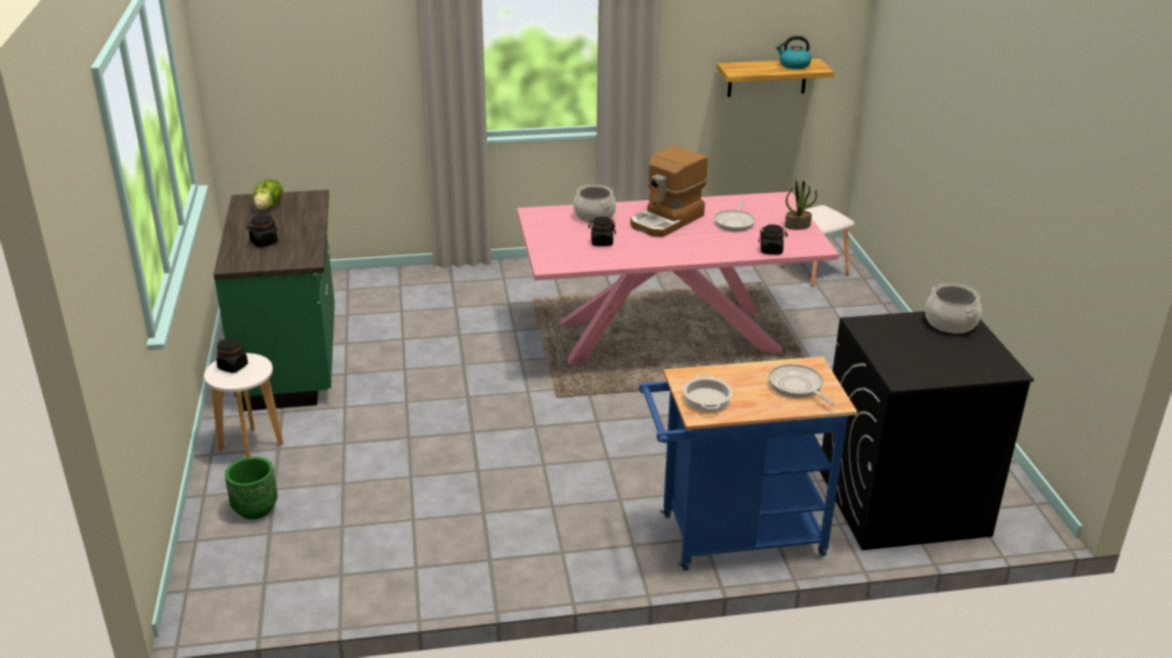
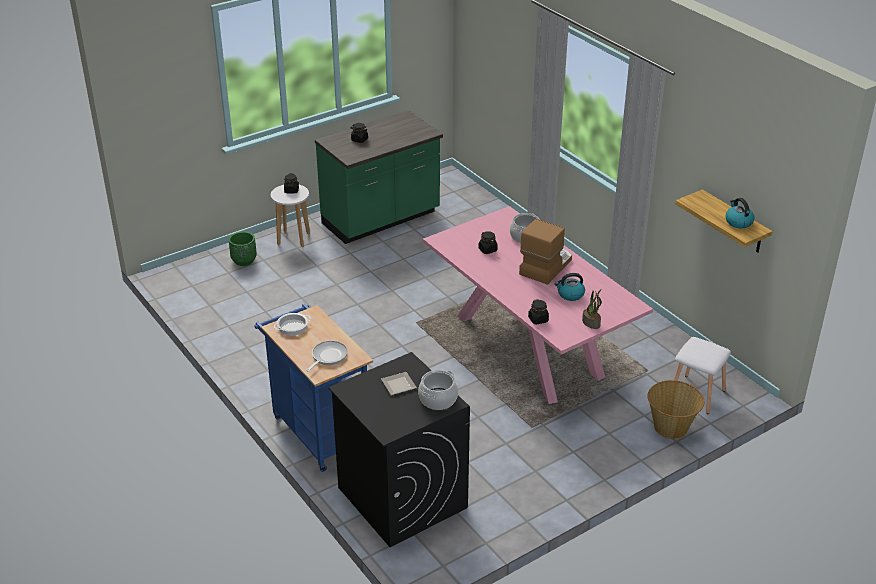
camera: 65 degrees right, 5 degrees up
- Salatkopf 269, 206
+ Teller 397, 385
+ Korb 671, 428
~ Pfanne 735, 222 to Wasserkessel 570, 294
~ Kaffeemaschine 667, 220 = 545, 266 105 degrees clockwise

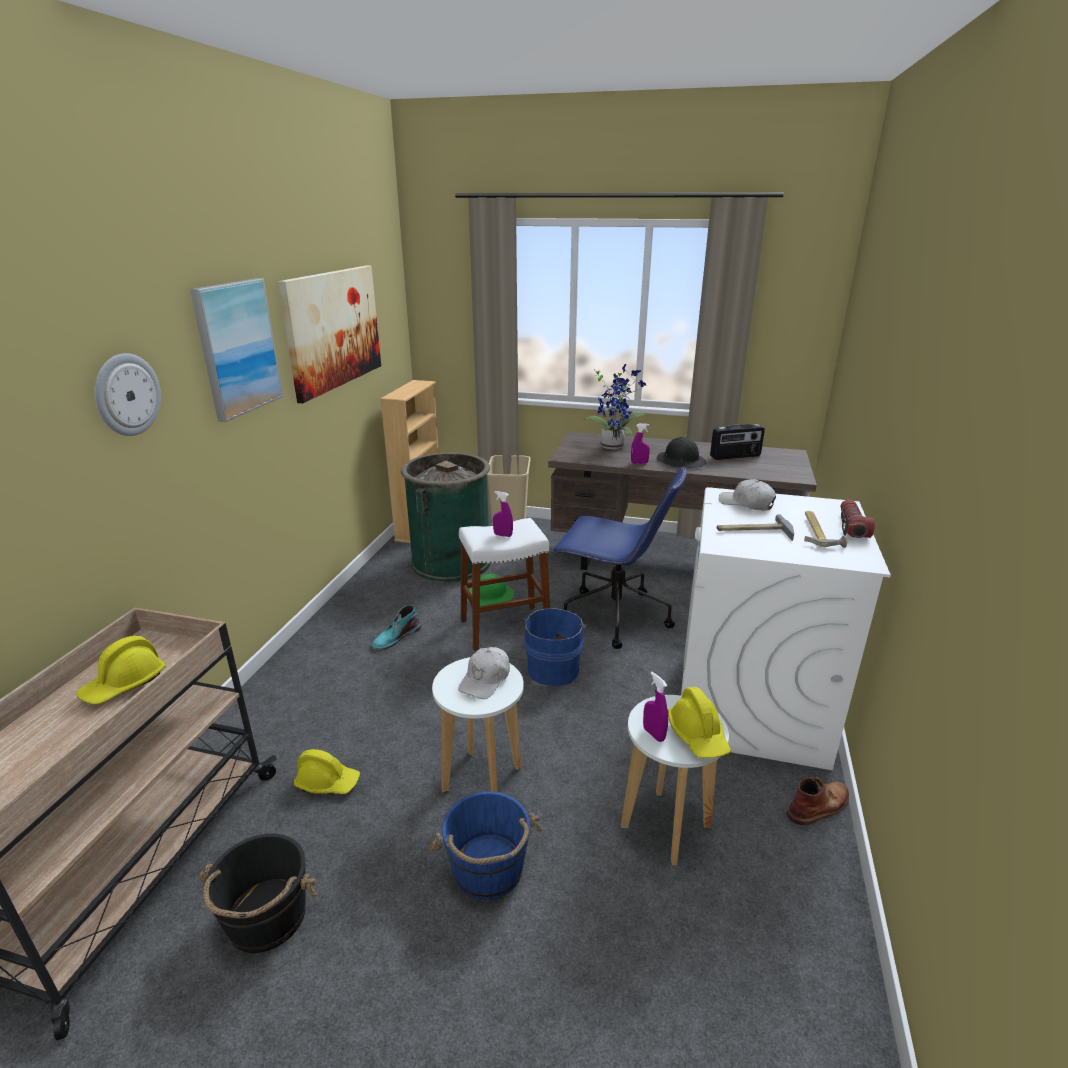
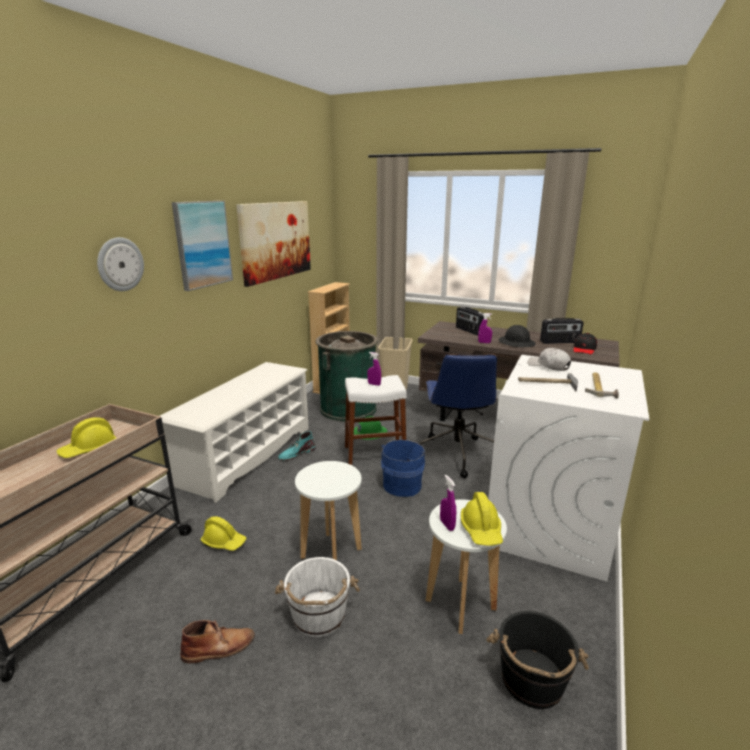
camera: 10 degrees right, 5 degrees down
- Kappe (weiß) 485, 679
- Taschenlampe 851, 527
+ Schuhregal (weiß) 247, 455
+ Kappe (schwarz) 584, 349
~ Eimer (schwarz) 266, 918 to 531, 681
~ Stiefel (braun) 819, 806 to 219, 648
~ Topfpflanze 613, 445 to Radio 469, 331
~ Eimer (blau) 488, 870 to Eimer (weiß) 318, 616
~ Bürostuhl (blau) 613, 616 = 456, 454 60 degrees clockwise

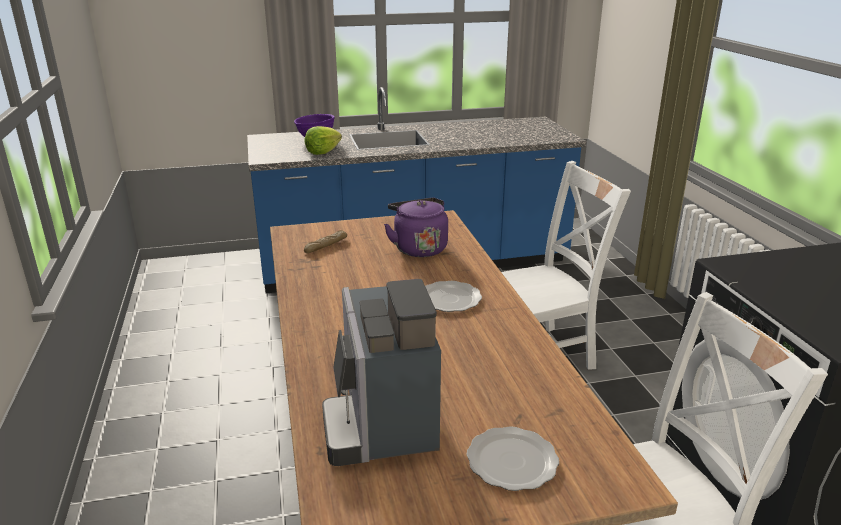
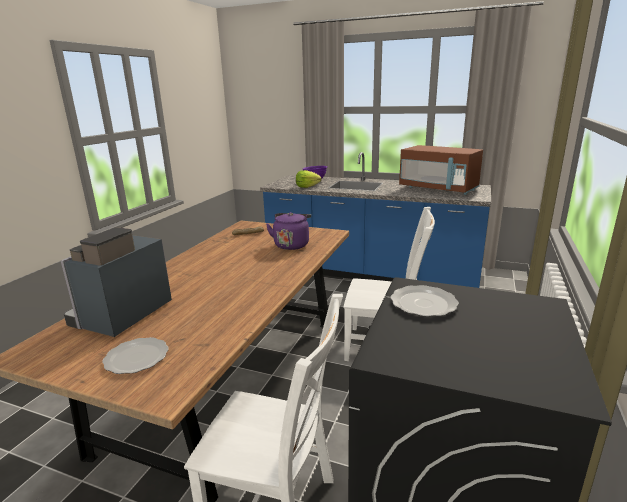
camera: 35 degrees right, 5 degrees down
+ Mikrowelle (braun) 438, 189
~ Teller 449, 299 to 422, 303

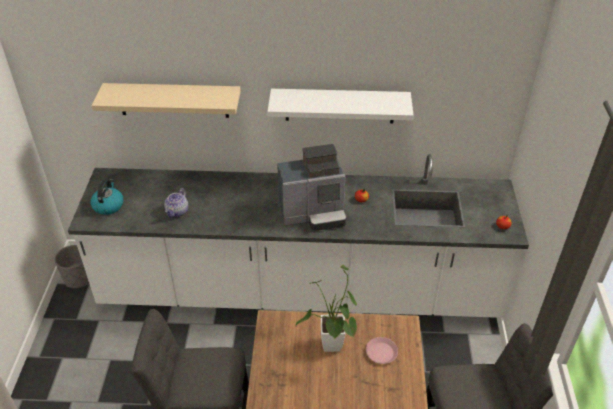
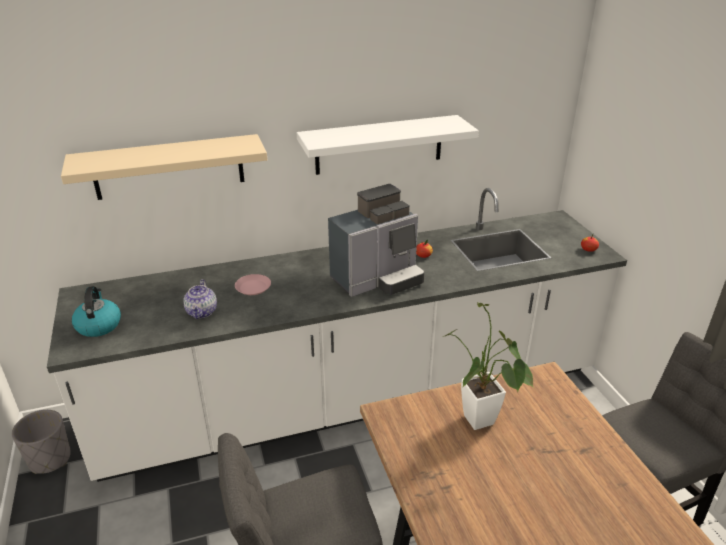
camera: 20 degrees left, 10 degrees down
~ Teller (rosa) 381, 352 to 253, 287

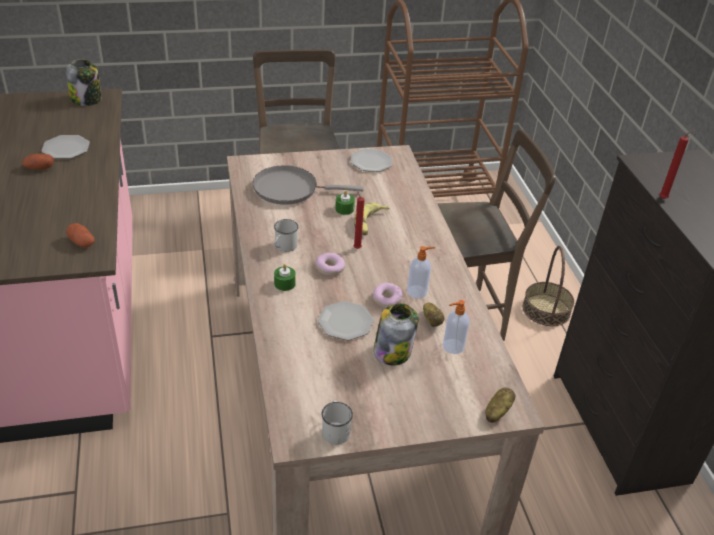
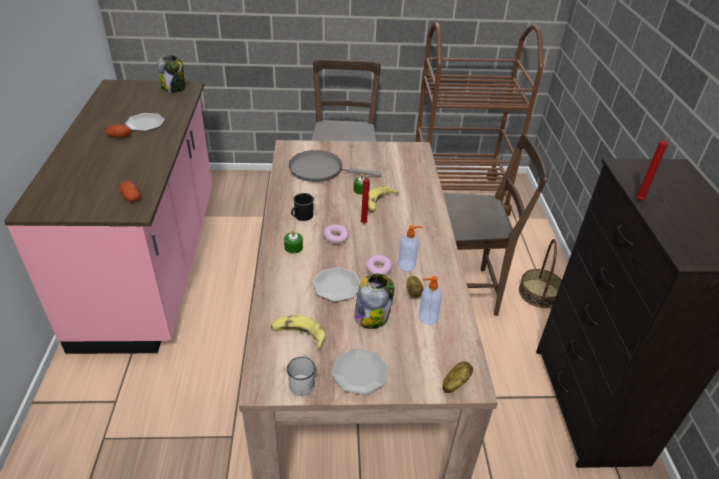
camera: 10 degrees right, 0 degrees up
+ Banane 298, 335
~ Teller 371, 162 to 359, 372
~ Henkelbecher (weiß) 284, 247 to Henkelbecher (schwarz) 301, 217

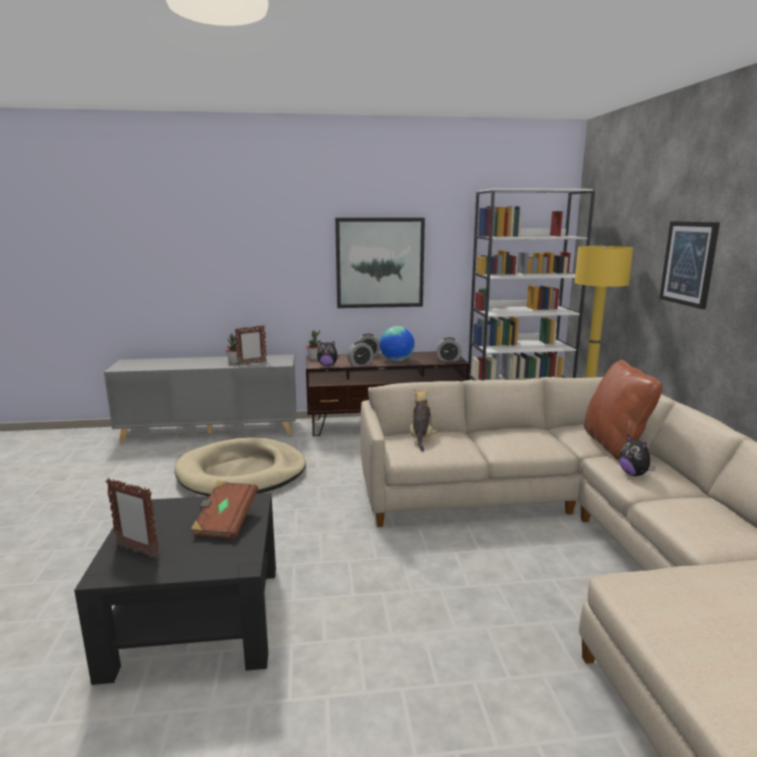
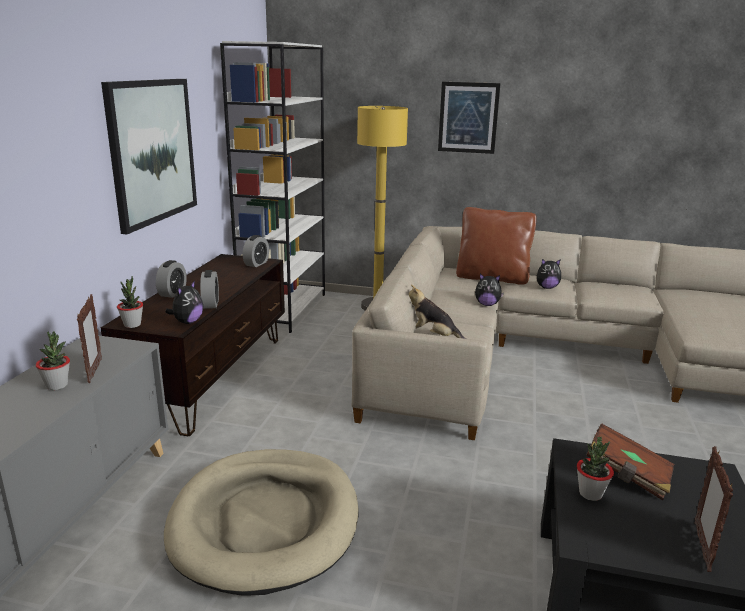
camera: 70 degrees left, 5 degrees up
- Globus 397, 360
+ Plüschtier 487, 304
+ Topfpflanze 590, 494
~ Bilderrahmen 137, 550 = 702, 546 150 degrees clockwise

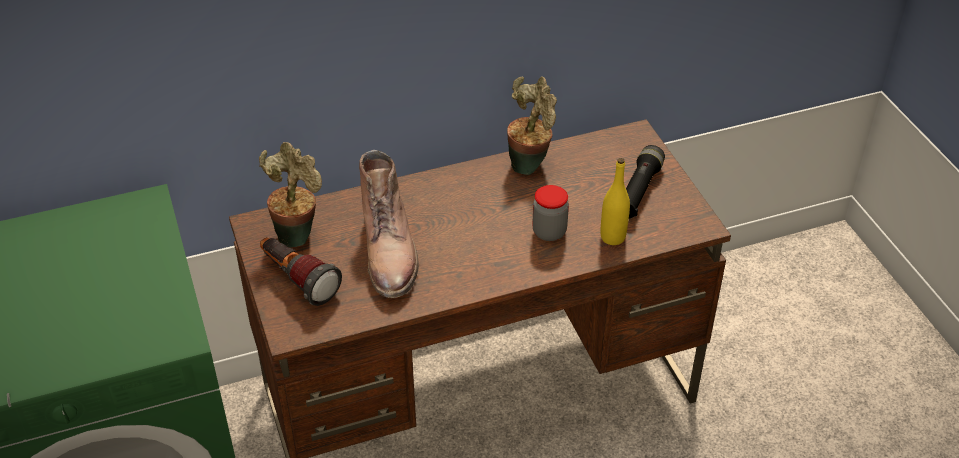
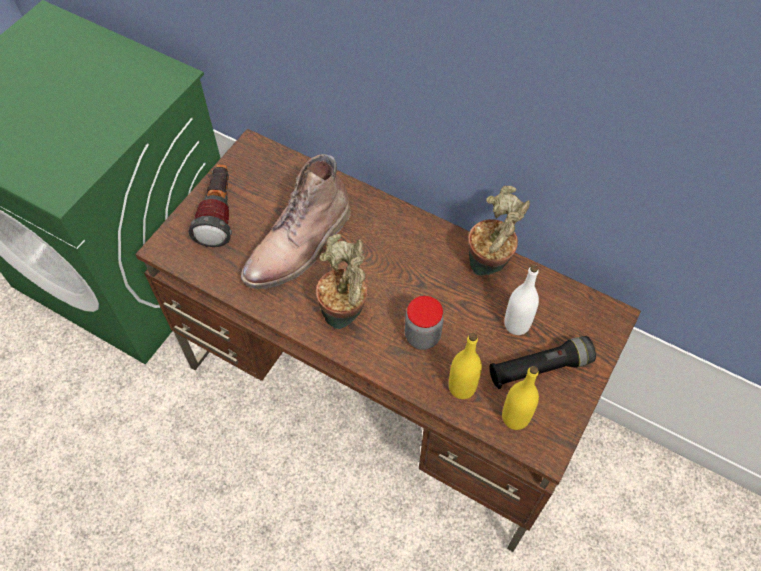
camera: 50 degrees right, 15 degrees up
+ Flasche (gelb) 515, 417
+ Flasche (weiß) 516, 324
~ Topfpflanze 297, 233 to 345, 314

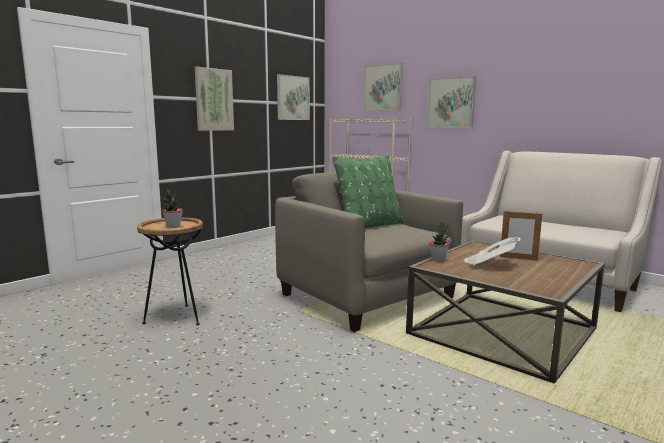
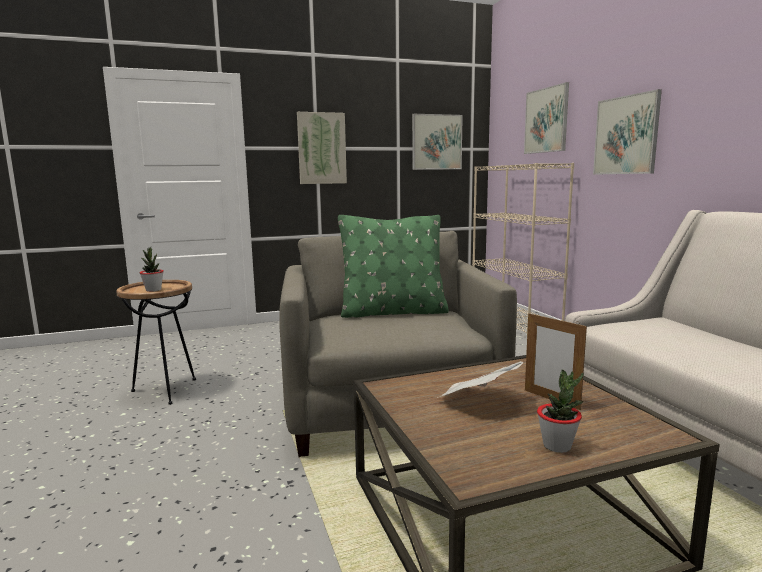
camera: 30 degrees right, 0 degrees up
~ Topfpflanze 438, 259 to 557, 446

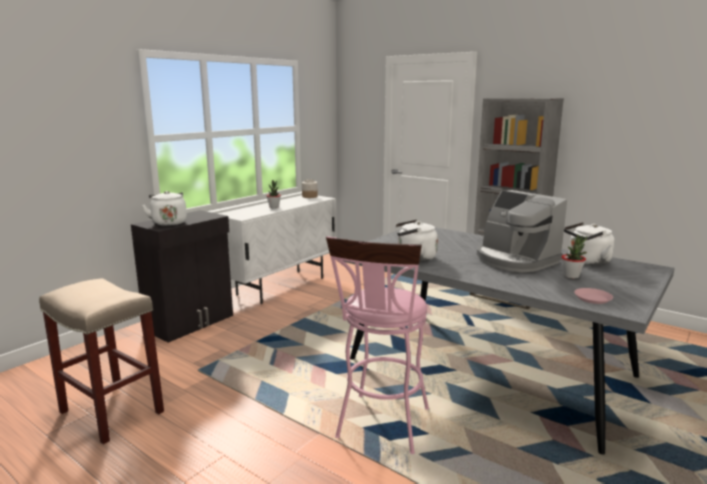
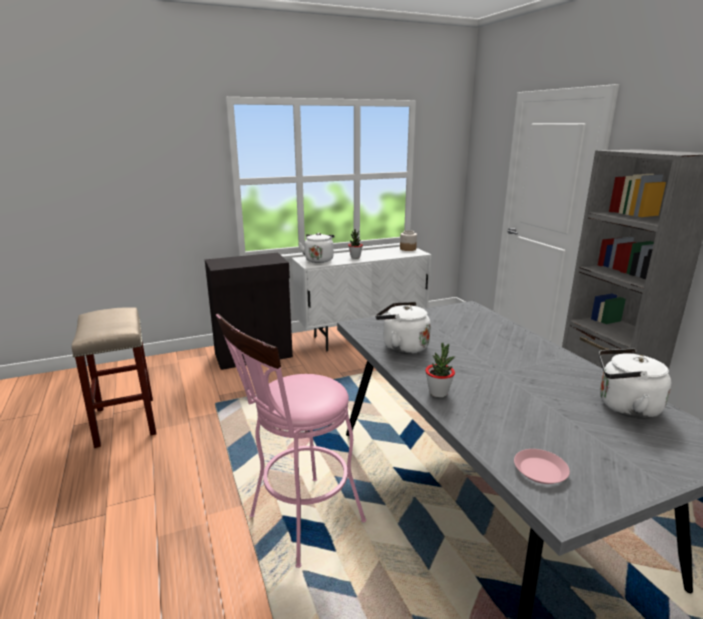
camera: 30 degrees right, 5 degrees up
- Kaffeemaschine 515, 260
~ Wasserkessel (weiß) 169, 222 to 319, 260
~ Topfpflanze 571, 276 to 438, 393

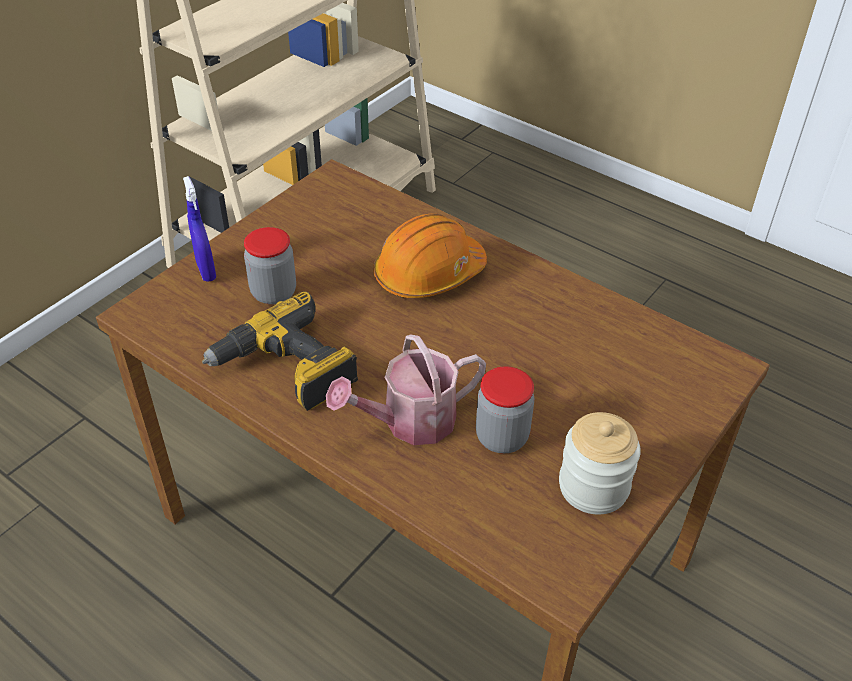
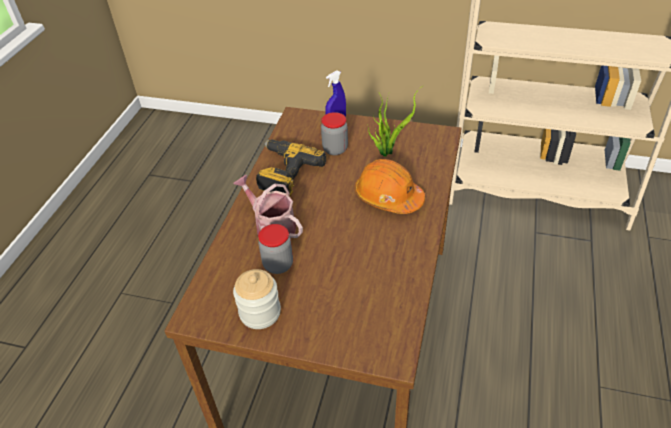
camera: 70 degrees right, 0 degrees up
+ Topfpflanze 387, 151

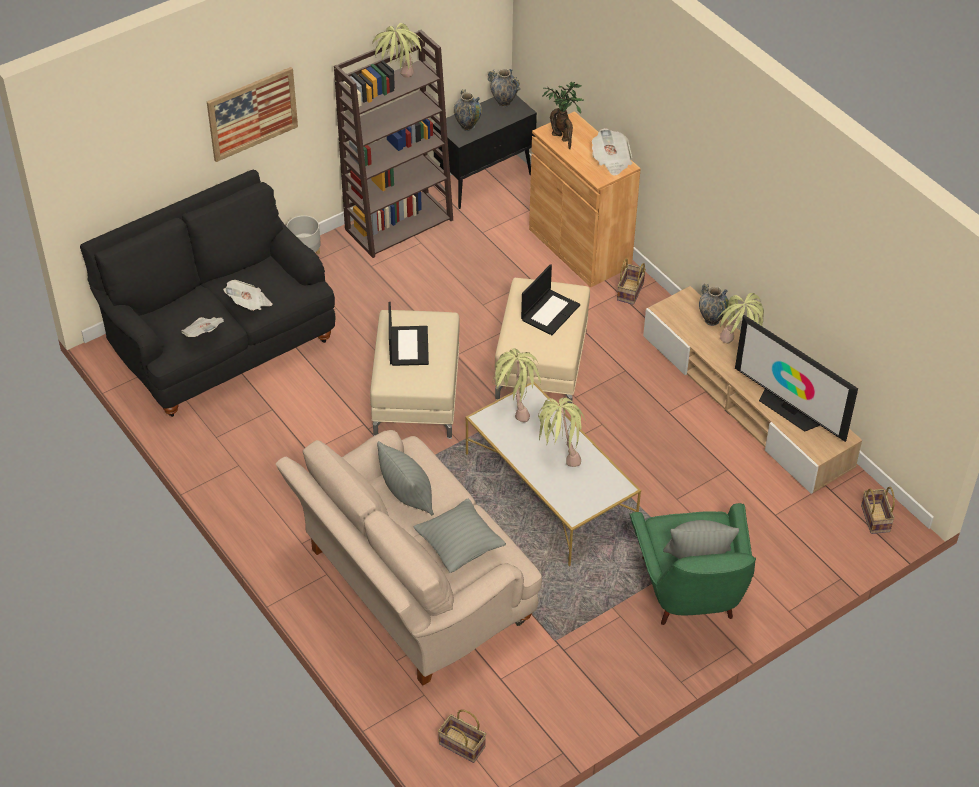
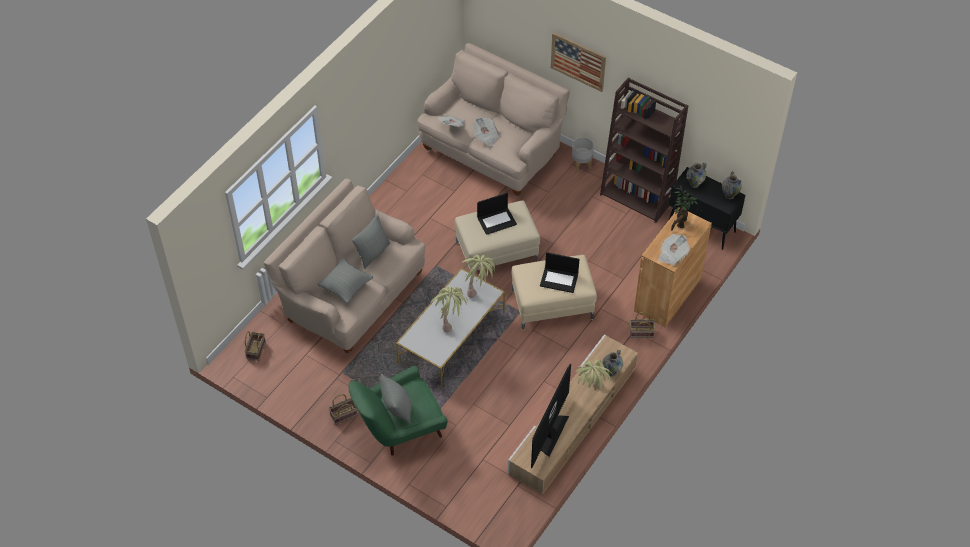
camera: 70 degrees right, 5 degrees up
- Topfpflanze 398, 83
~ Korb 874, 518 to 344, 414
~ Sofa (schwarz) 219, 344 to Sofa (beige) 492, 150

